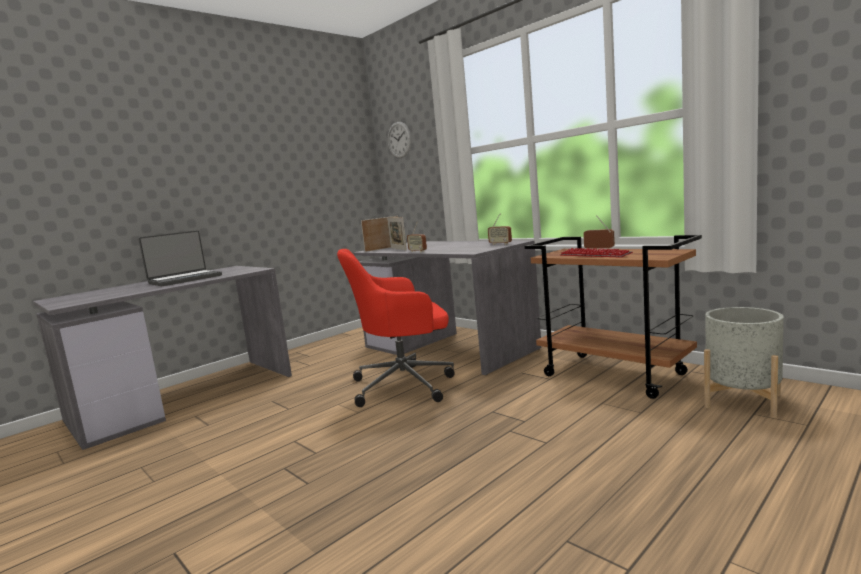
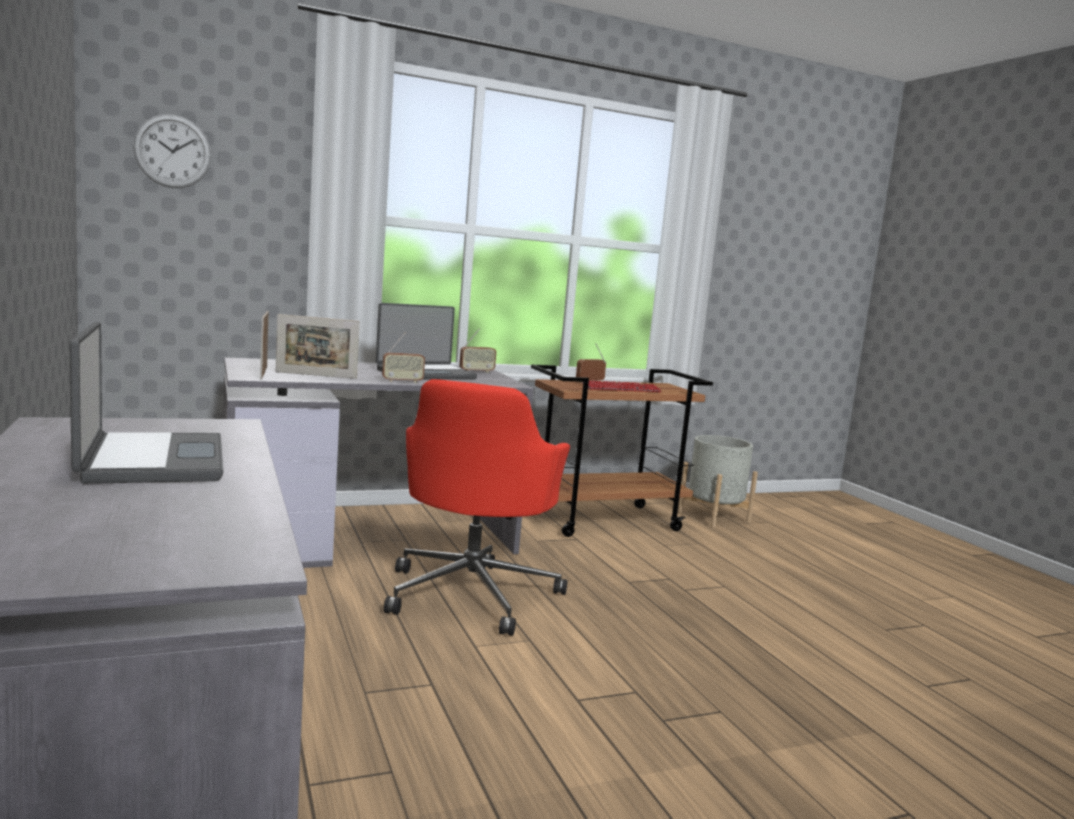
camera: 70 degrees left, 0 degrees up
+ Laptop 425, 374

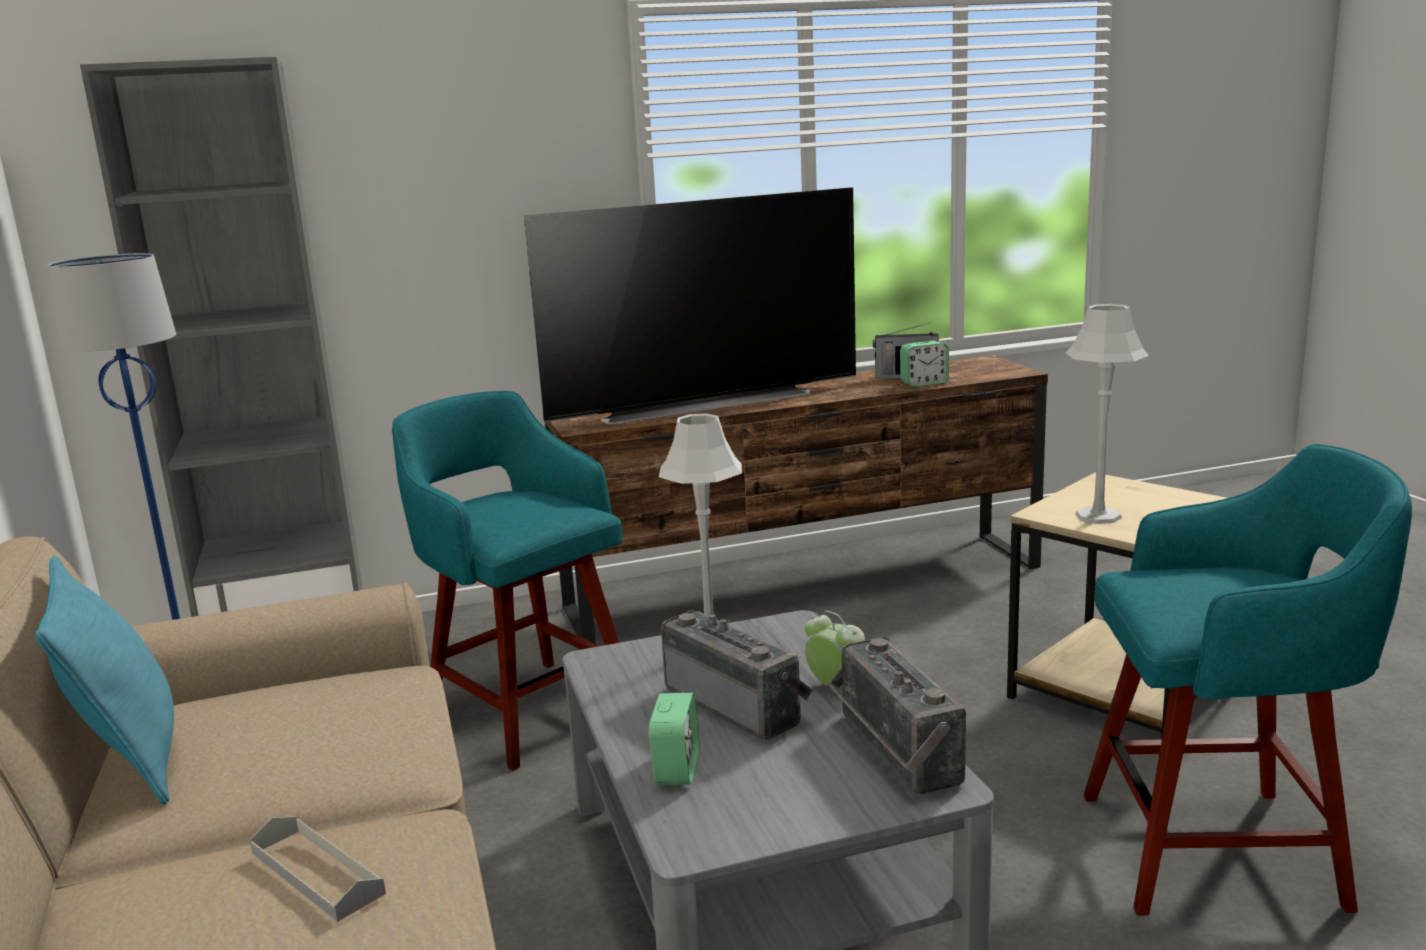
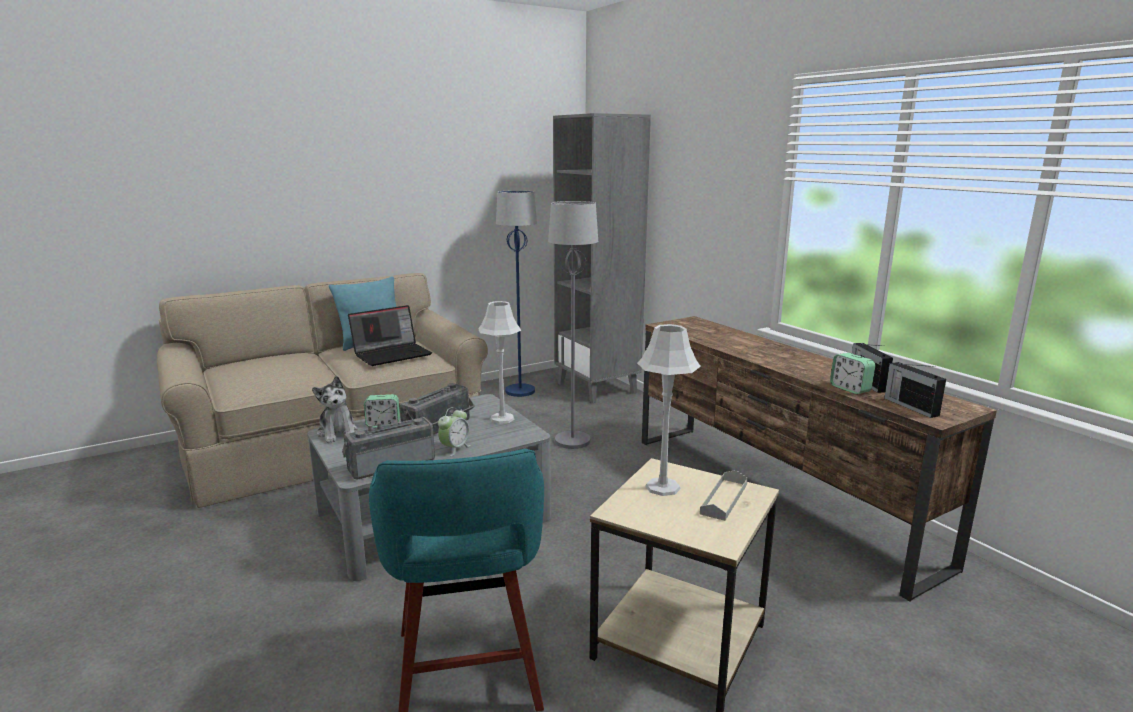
camera: 75 degrees right, 0 degrees up
- Fernseher 702, 402
+ Plüschtier 338, 432
+ Laptop 392, 354
+ Radio 910, 406
~ Tablett (grau) 317, 873 to 724, 499
~ Hocker (türkis) 529, 709 to Stehlampe (grau) 573, 441

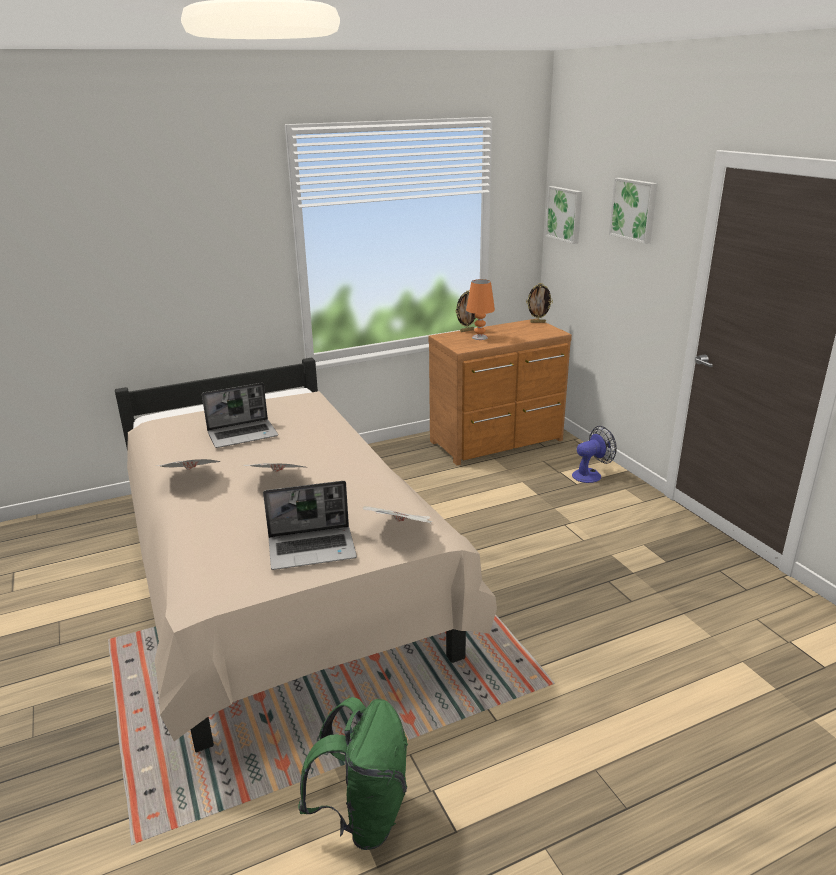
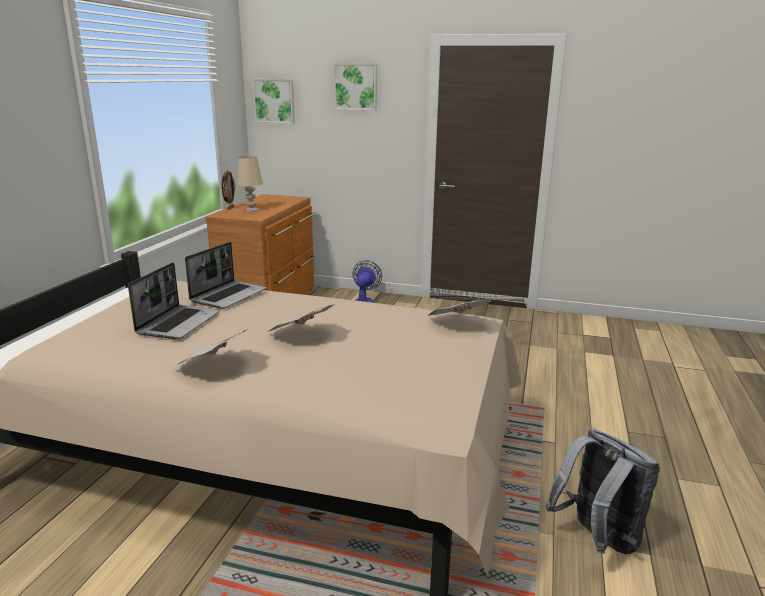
camera: 50 degrees left, 5 degrees down
- Bilderrahmen 538, 322
~ Laptop 313, 549 to 229, 296
~ Rucksack (grün) 363, 815 to Rucksack (grau) 597, 539
~ Tischlampe (orange) 480, 337 to Tischlampe (beige) 251, 209

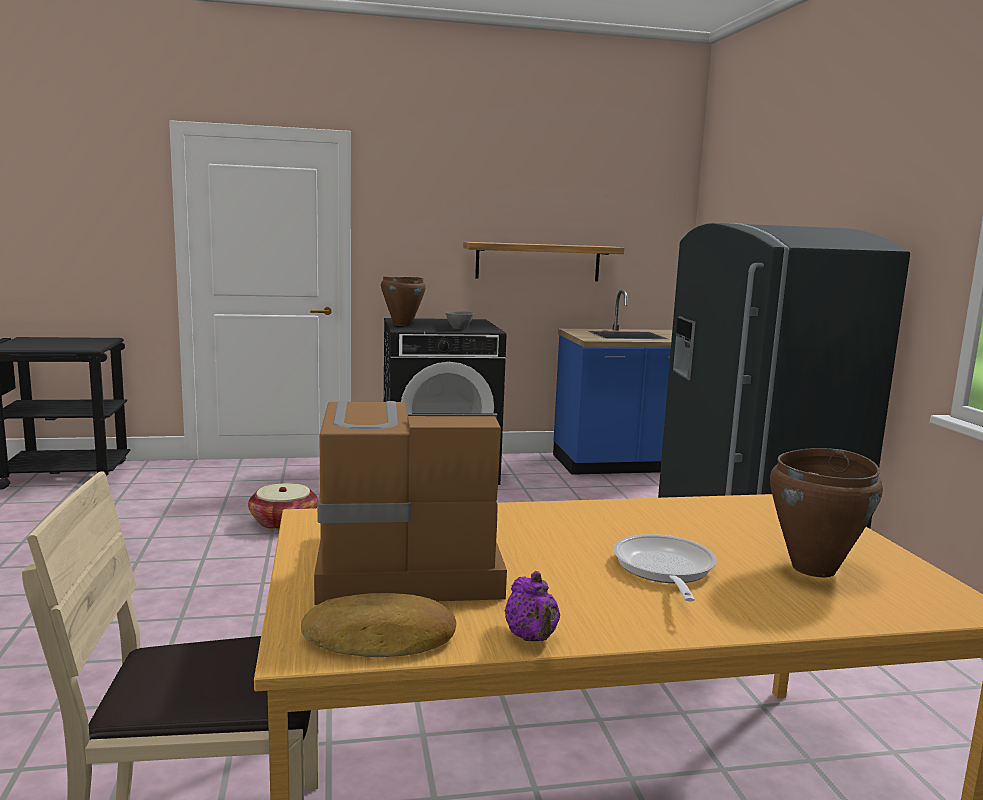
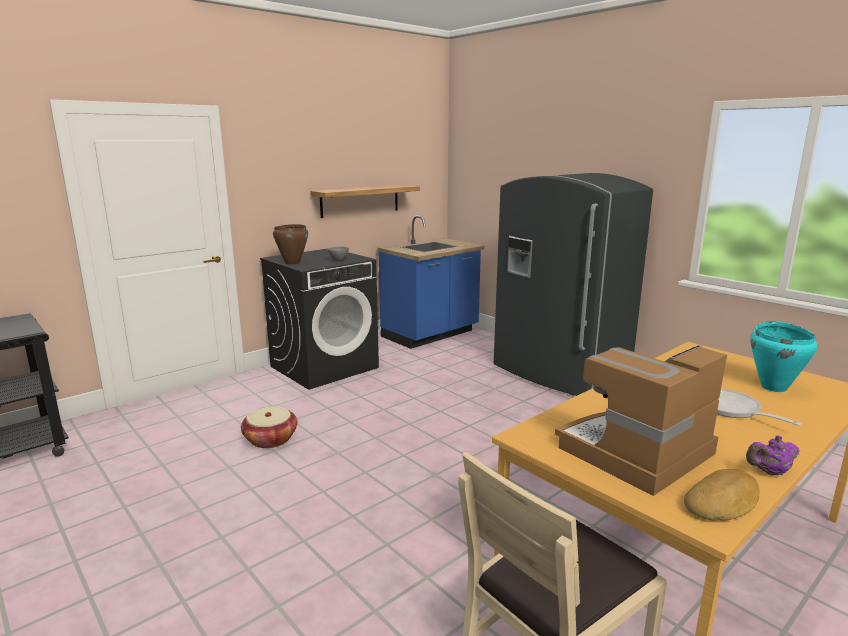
camera: 30 degrees left, 5 degrees up
~ Kochtopf (braun) 814, 568 to Kochtopf (türkis) 774, 387
~ Teekanne (lila) 532, 638 = 769, 472 120 degrees clockwise

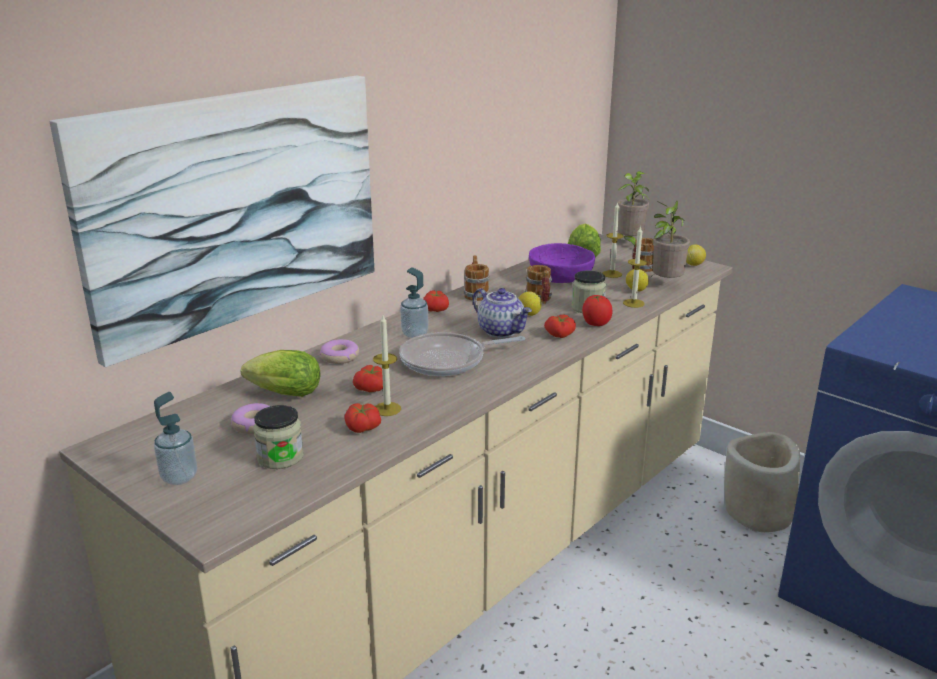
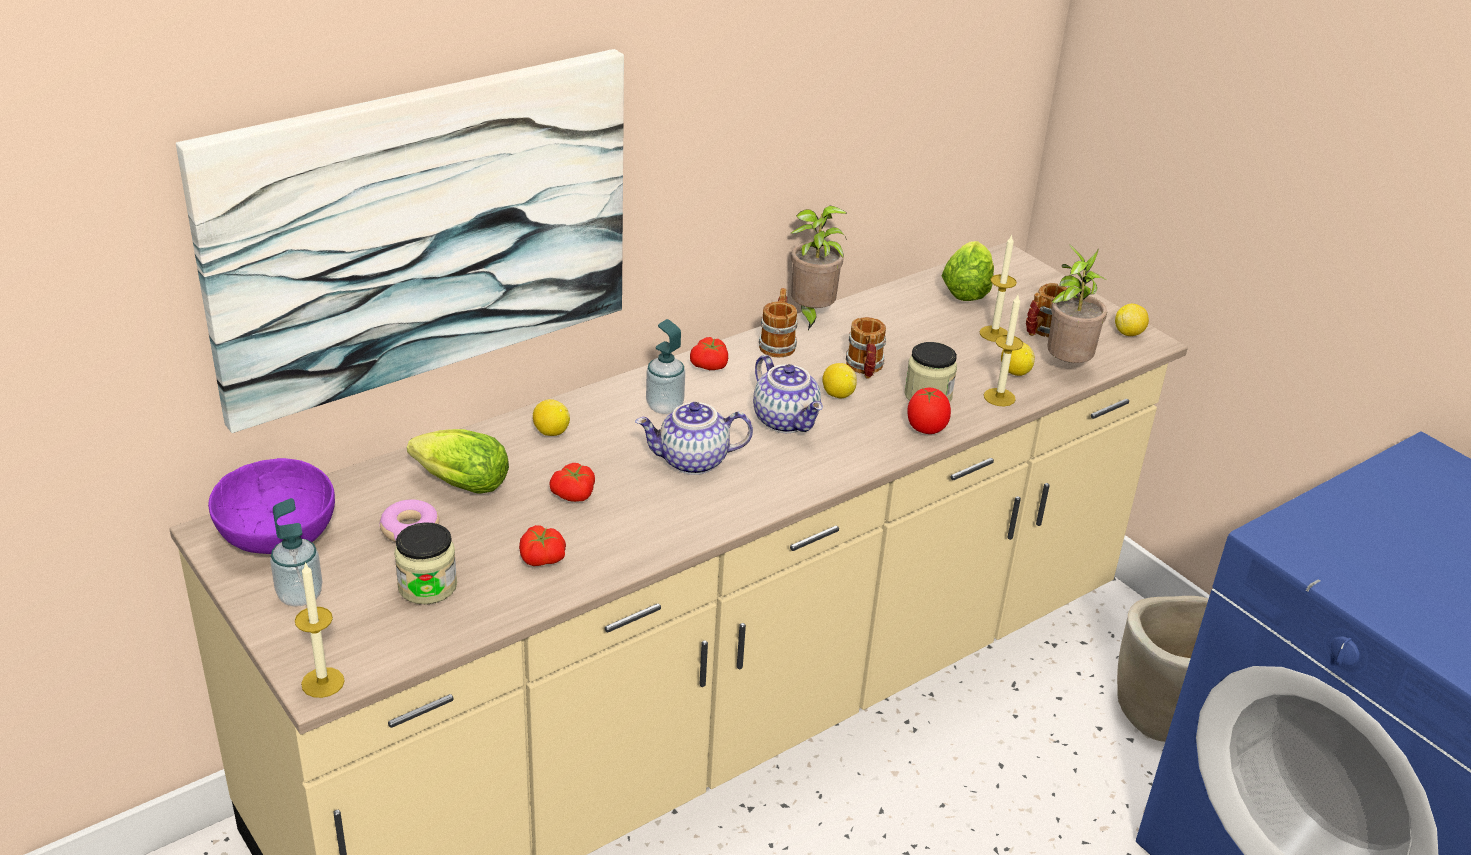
camera: 10 degrees right, 10 degrees up
- Tomate 559, 336
~ Kerze 387, 409 to 323, 682
~ Schüssel (lila) 560, 279 to 275, 534
~ Topfpflanze 629, 243 to 811, 315
~ Donut 340, 357 to Zitrone 551, 432
~ Pfanne 448, 360 to Teekanne 692, 462

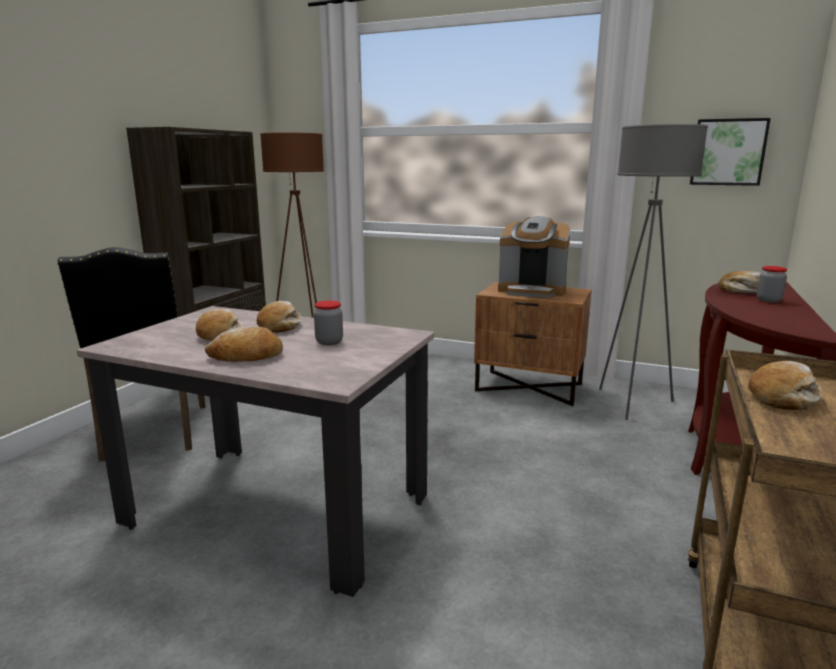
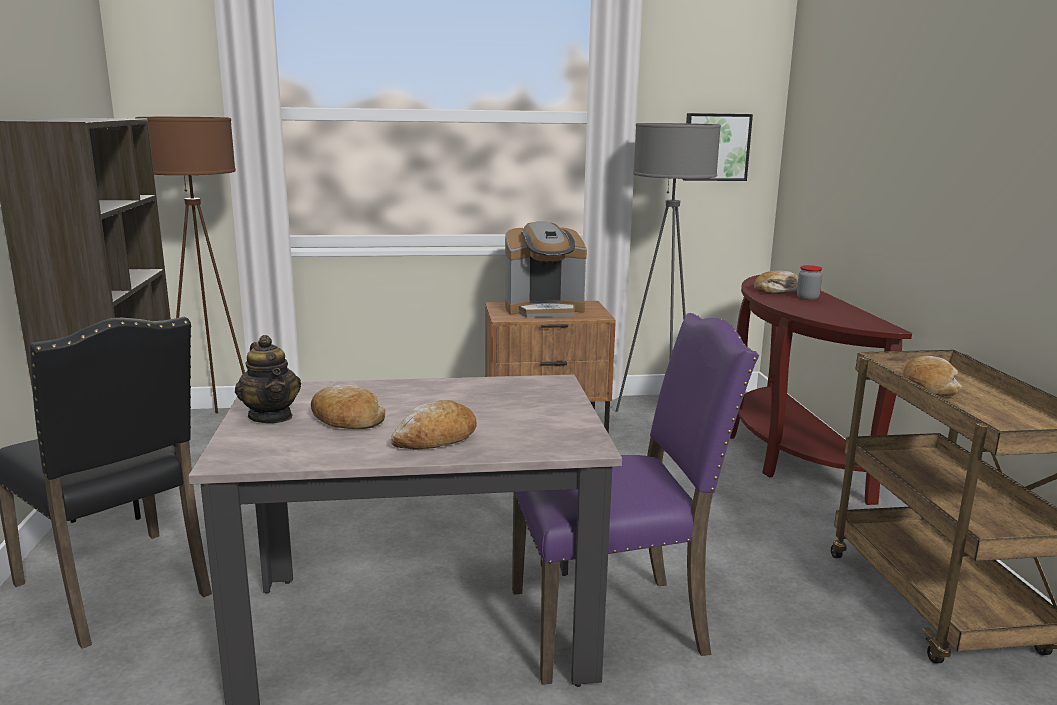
camera: 30 degrees left, 0 degrees up
- Brot 279, 326
- Vorratsglas 329, 342
+ Teekanne 271, 416
+ Stuhl (lila) 612, 623

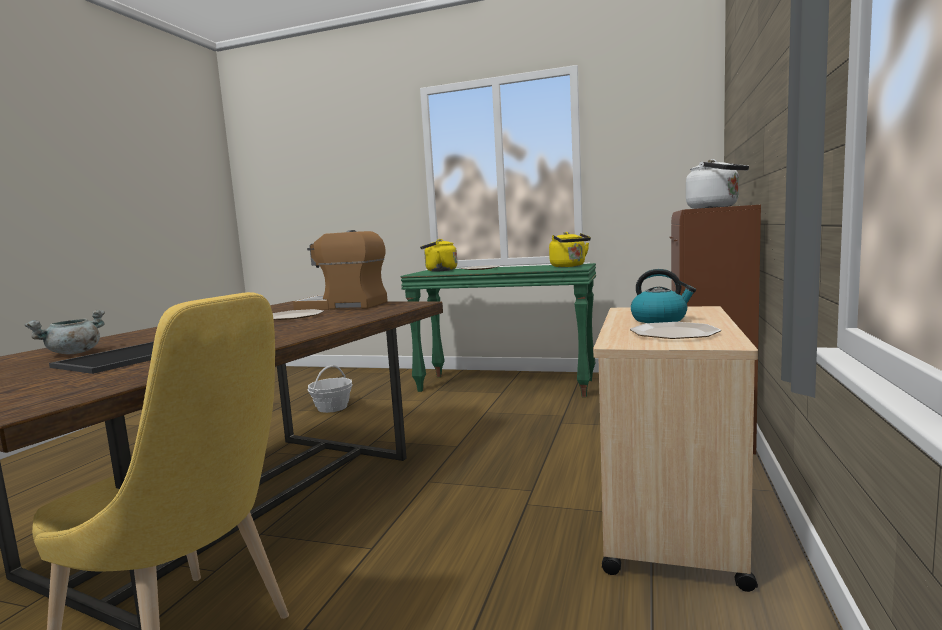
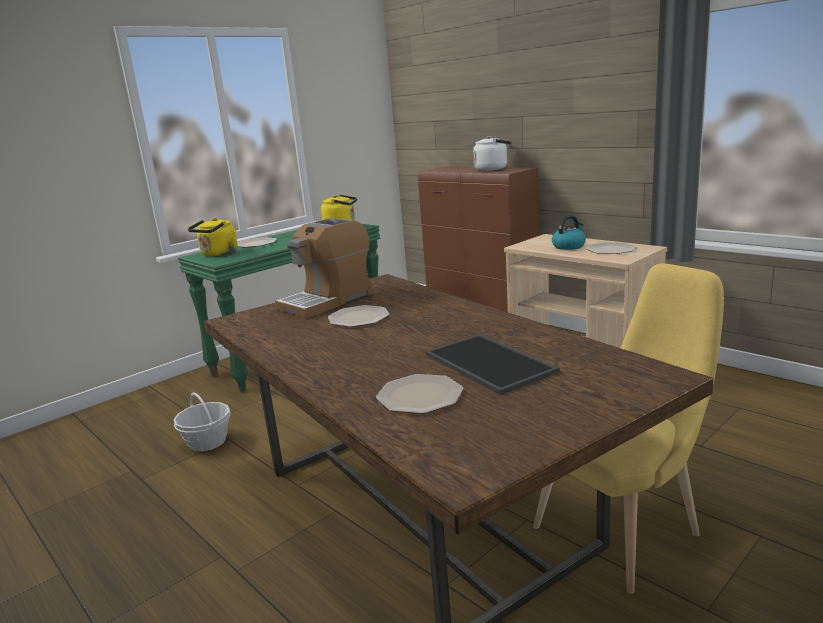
camera: 60 degrees left, 10 degrees up
~ Kochtopf (grau) 74, 353 to Teller 420, 396

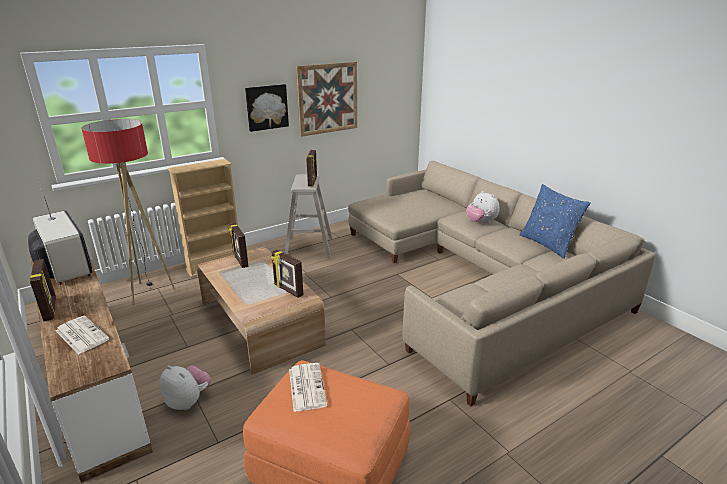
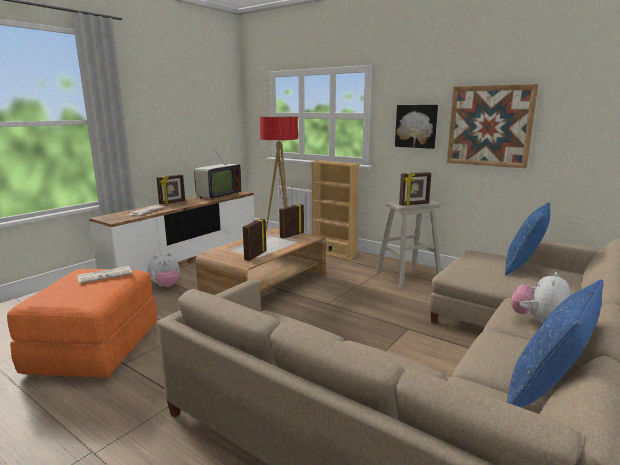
camera: 70 degrees right, 10 degrees down
+ Kissen (blau) 523, 267
~ Plüschtier 188, 401 = 166, 286 45 degrees clockwise

